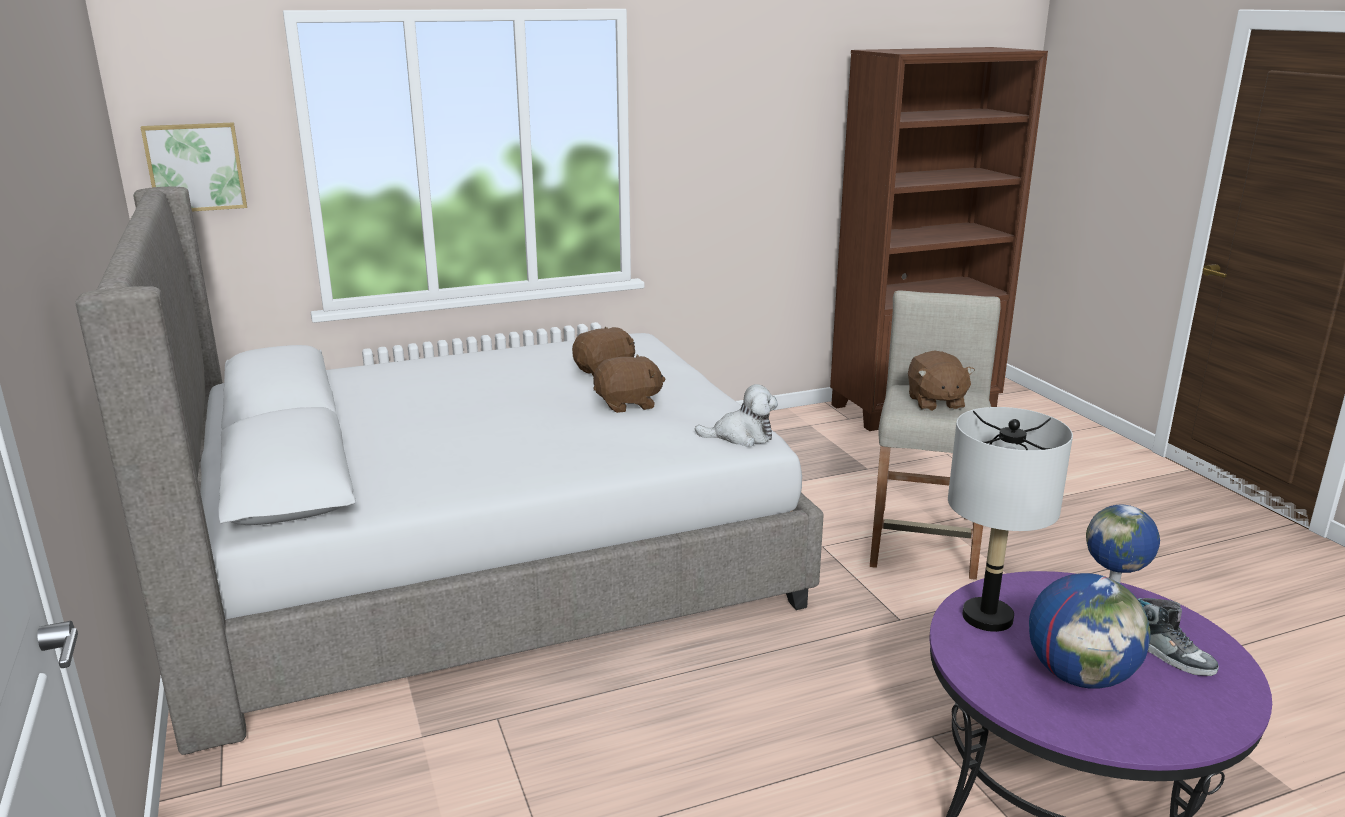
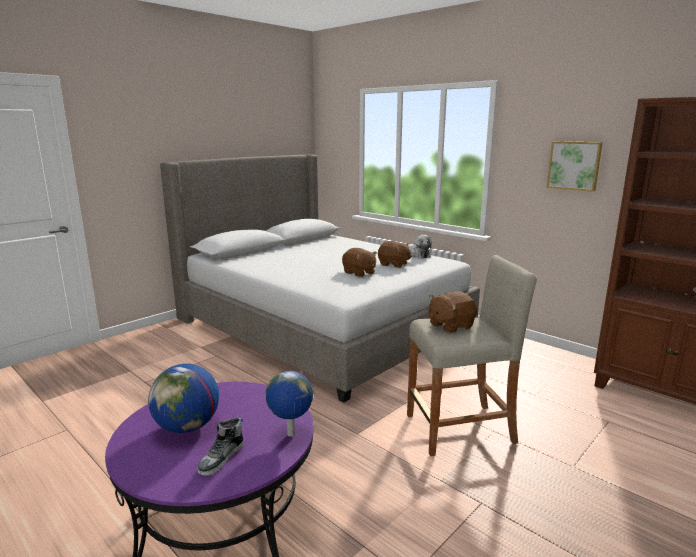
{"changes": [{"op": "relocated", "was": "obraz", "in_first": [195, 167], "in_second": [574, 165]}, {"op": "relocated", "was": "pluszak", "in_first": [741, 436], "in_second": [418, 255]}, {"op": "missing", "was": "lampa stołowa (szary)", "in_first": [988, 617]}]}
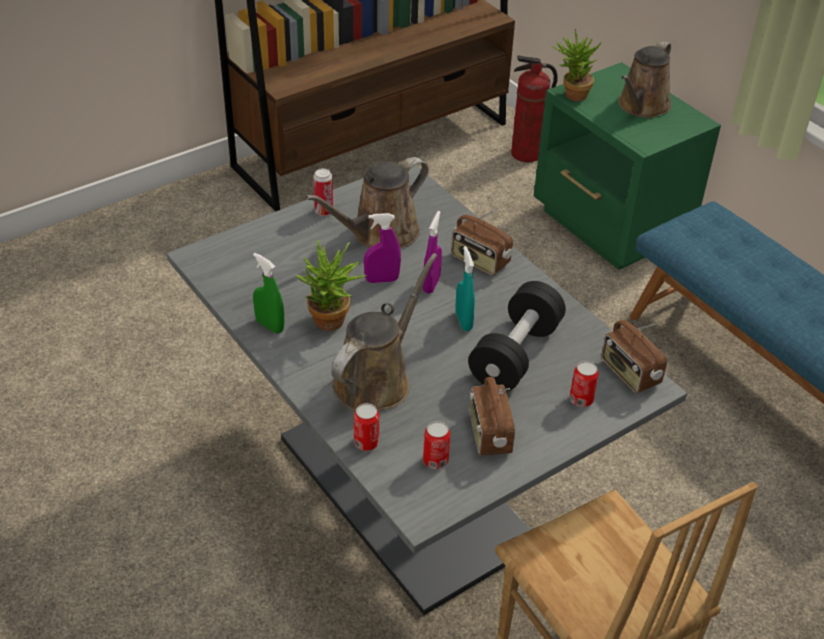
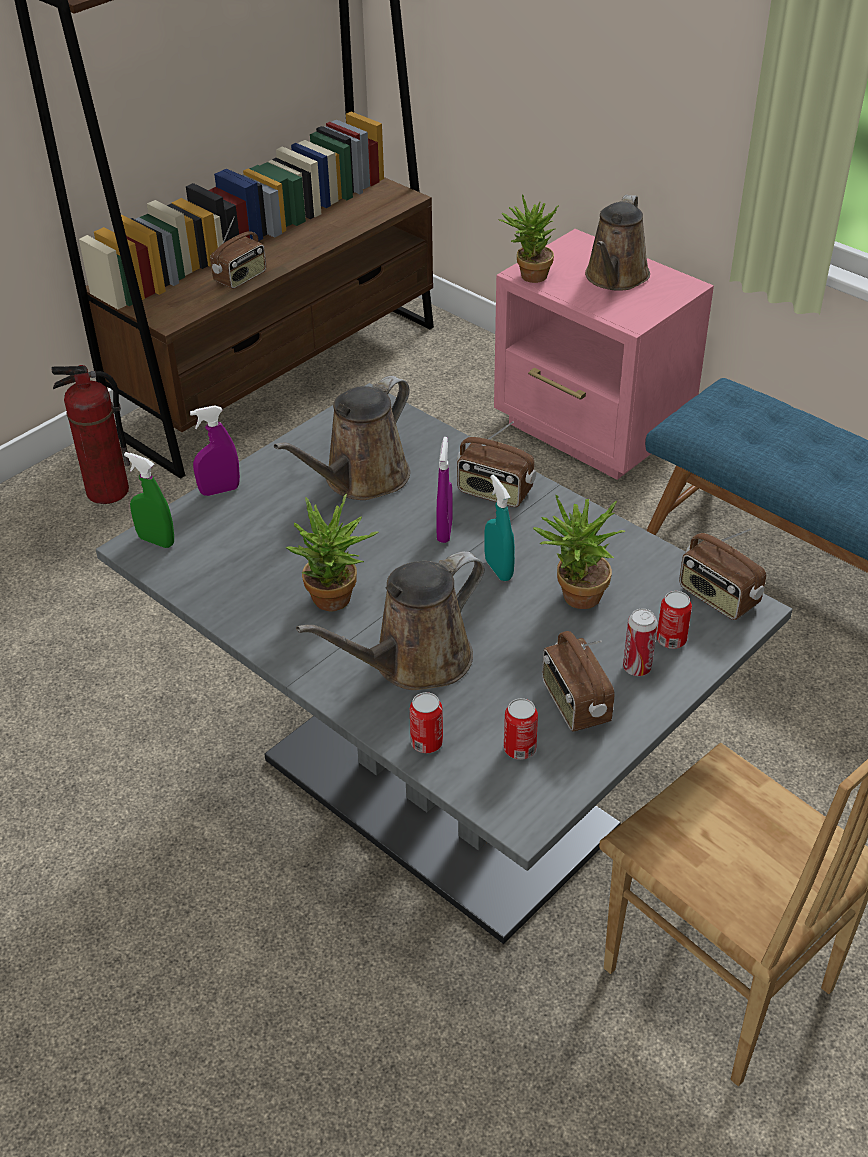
{"changes": [{"op": "relocated", "was": "spryskiwacz (zielony)", "in_first": [270, 325], "in_second": [156, 541]}, {"op": "relocated", "was": "puszka", "in_first": [323, 211], "in_second": [637, 668]}, {"op": "spun", "was": "konewka (brązowy)", "in_first": [376, 380], "in_second": [414, 662], "clockwise": -150}, {"op": "relocated", "was": "spryskiwacz (fioletowy)", "in_first": [382, 280], "in_second": [220, 490]}, {"op": "exchanged", "was": "hantel (czarny)", "now": "roślina doniczkowa", "in_first": [515, 354], "in_second": [574, 599]}, {"op": "relocated", "was": "gaśnica", "in_first": [526, 154], "in_second": [107, 492]}, {"op": "colour", "was": "szafka nocna (zielony)", "now": "szafka nocna (różowy)", "in_first": [610, 227], "in_second": [593, 430]}, {"op": "appeared", "now": "radio", "in_second": [241, 278]}]}
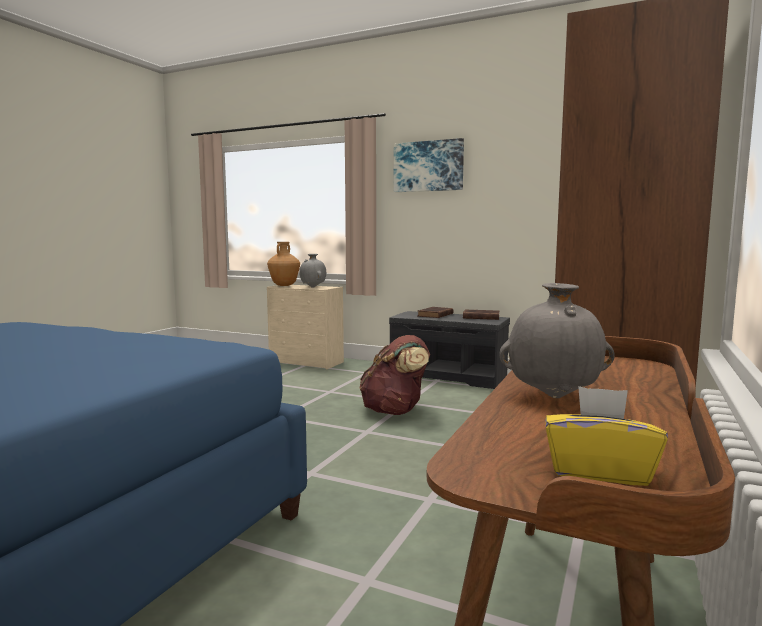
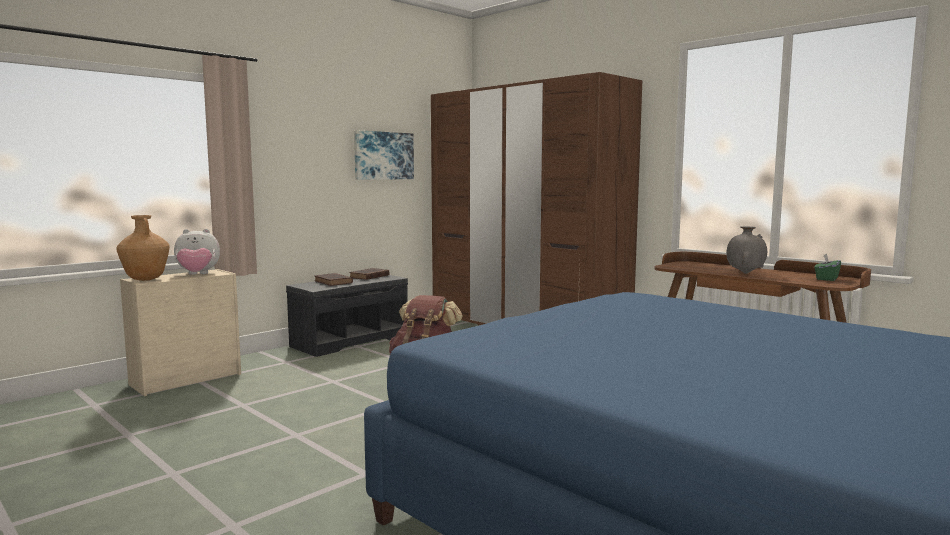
{"changes": [{"op": "exchanged", "was": "wazon (szary)", "now": "pluszak", "in_first": [313, 287], "in_second": [197, 274]}, {"op": "relocated", "was": "obraz", "in_first": [428, 166], "in_second": [383, 155]}, {"op": "colour", "was": "pudełko chusteczek (żółty)", "now": "pudełko chusteczek (zielony)", "in_first": [598, 471], "in_second": [826, 278]}]}
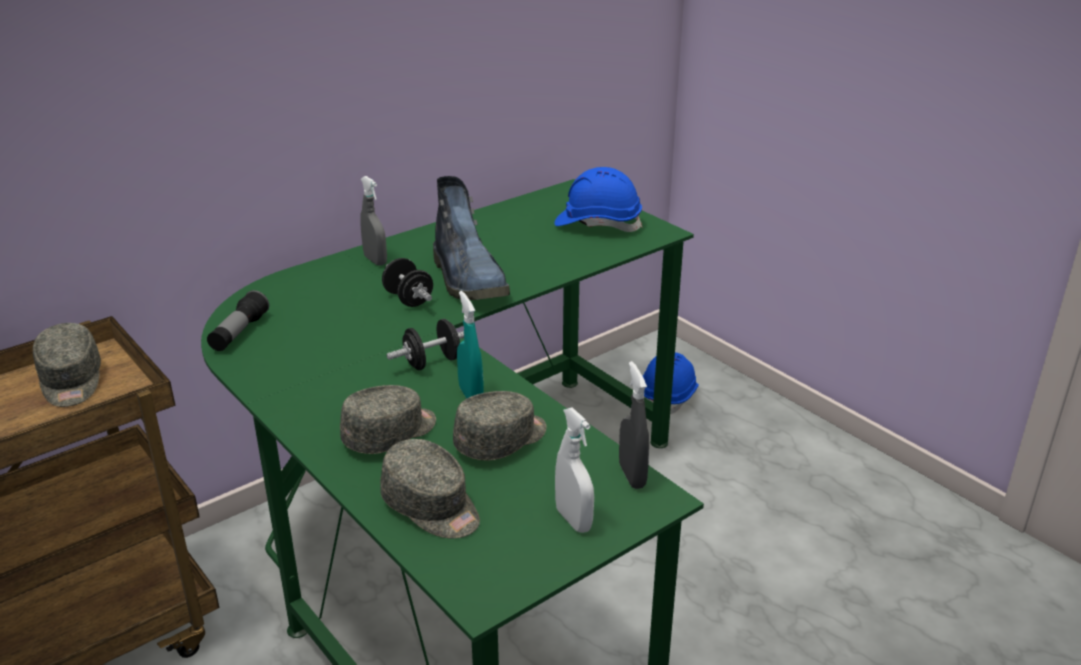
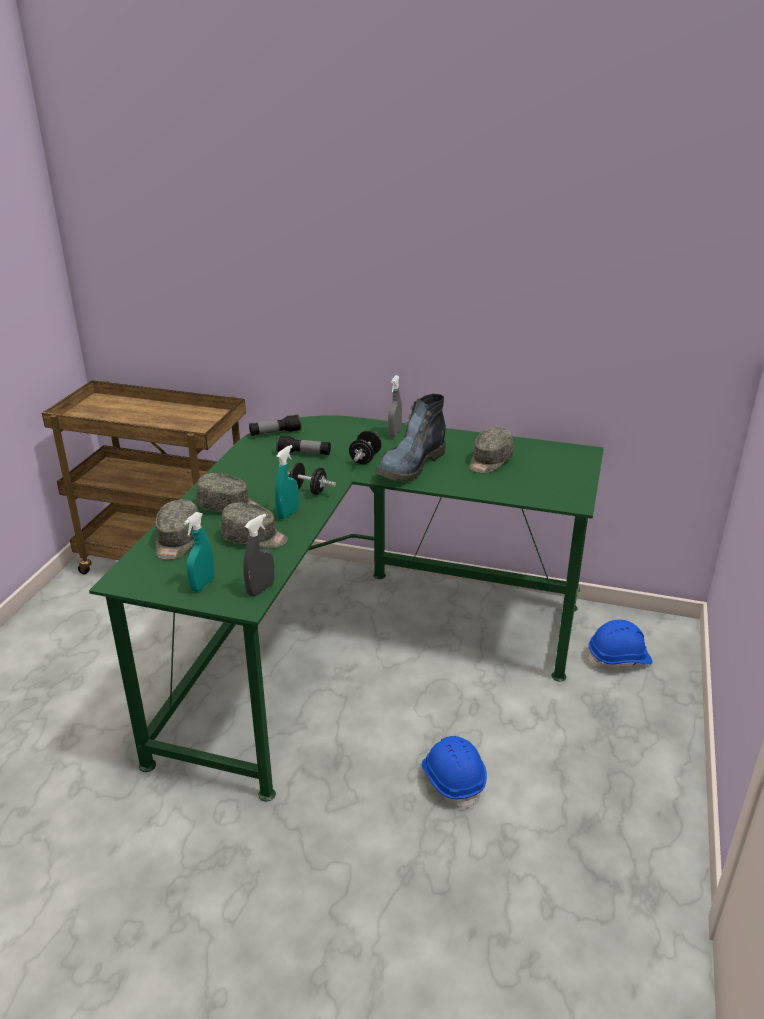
{"changes": [{"op": "relocated", "was": "czapka z daszkiem (szary)", "in_first": [71, 381], "in_second": [489, 461]}, {"op": "relocated", "was": "kask (niebieski)", "in_first": [597, 224], "in_second": [453, 780]}, {"op": "colour", "was": "spryskiwacz (biały)", "now": "spryskiwacz (turkusowy)", "in_first": [573, 520], "in_second": [202, 585]}, {"op": "appeared", "now": "latarka", "in_second": [304, 454]}]}
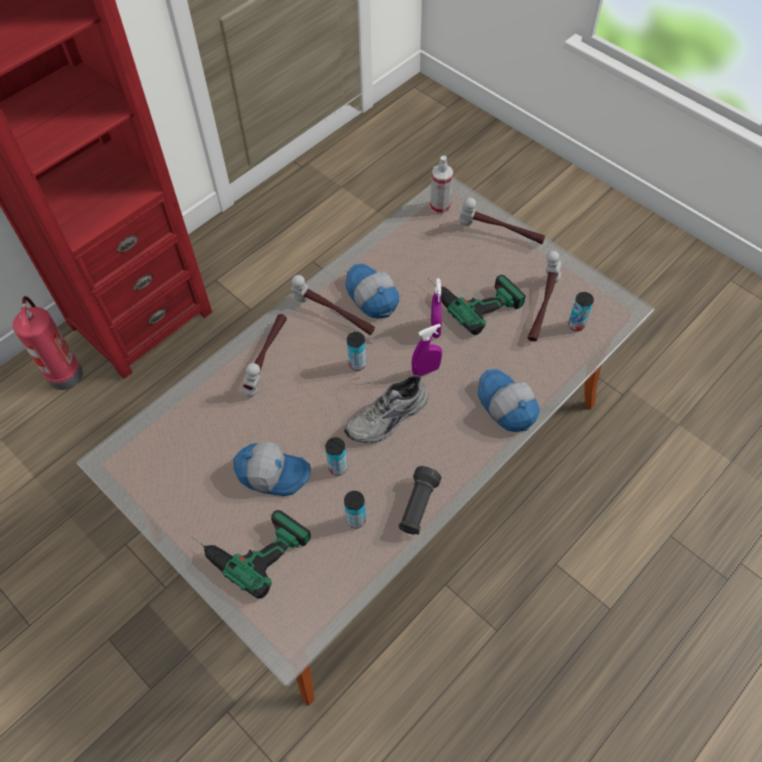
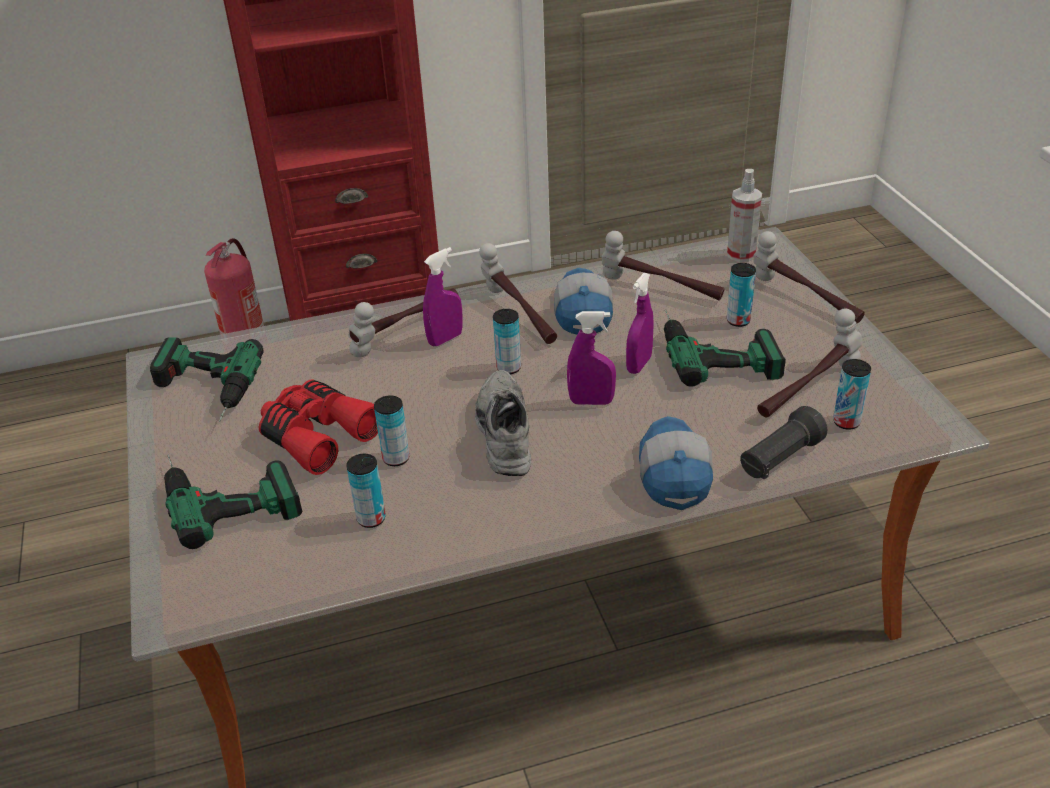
{"changes": [{"op": "exchanged", "was": "czapka z daszkiem", "now": "lornetka (czerwony)", "in_first": [273, 472], "in_second": [317, 435]}, {"op": "spun", "was": "but (szary)", "in_first": [388, 418], "in_second": [502, 432], "clockwise": 90}, {"op": "relocated", "was": "latarka (czarny)", "in_first": [418, 506], "in_second": [779, 459]}, {"op": "appeared", "now": "wiertarka", "in_second": [202, 391]}, {"op": "appeared", "now": "spryskiwacz (fioletowy)", "in_second": [445, 339]}, {"op": "appeared", "now": "młotek", "in_second": [660, 289]}, {"op": "appeared", "now": "puszka", "in_second": [738, 321]}]}
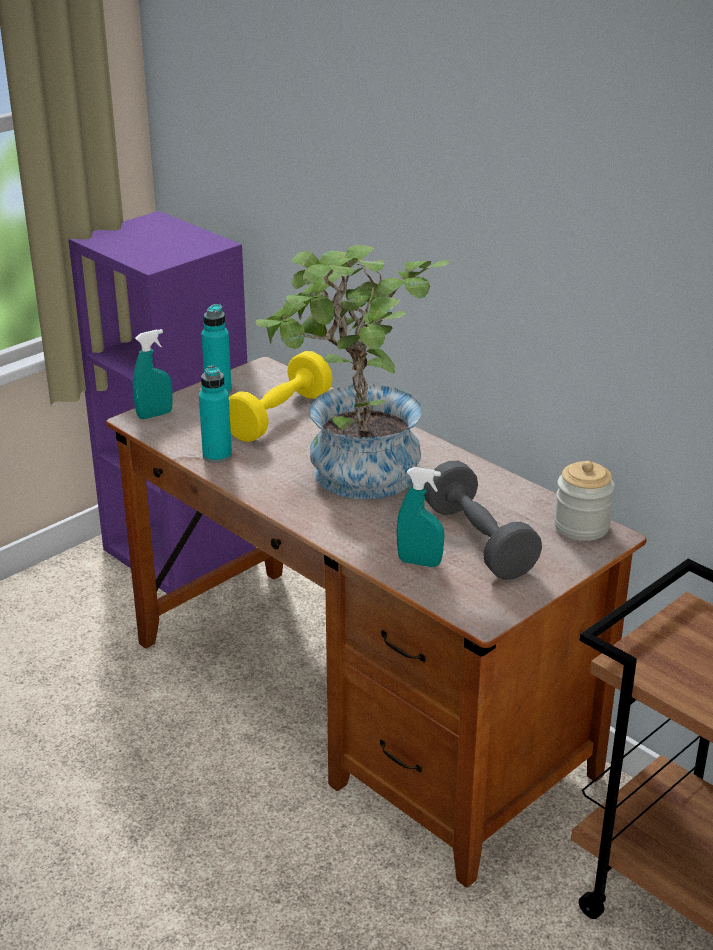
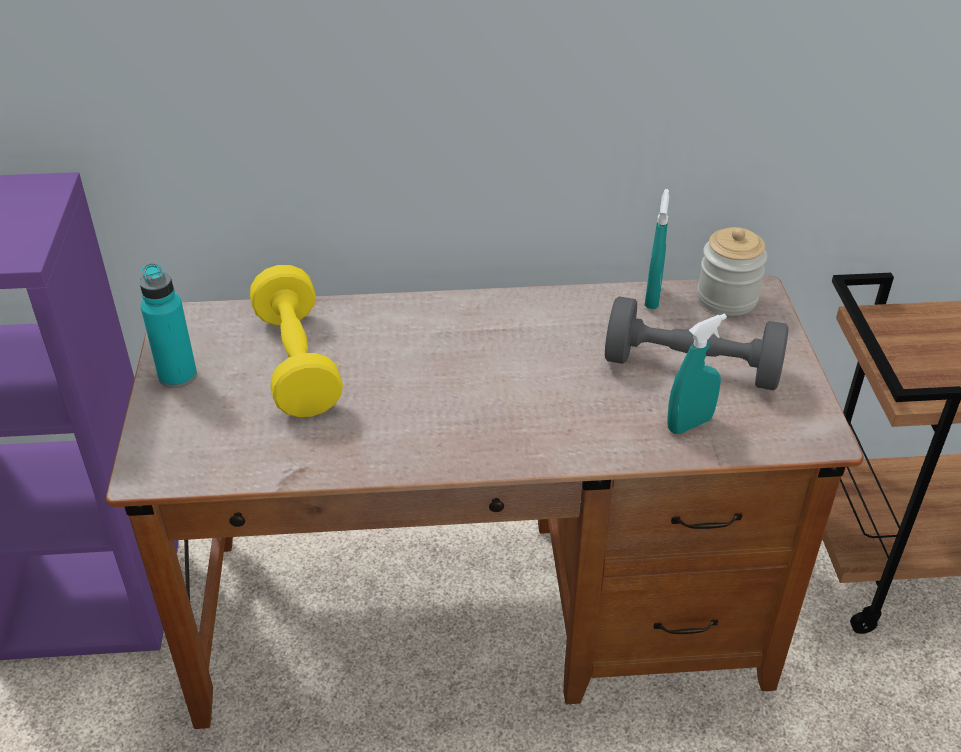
{"changes": [{"op": "relocated", "was": "spryskiwacz (turkusowy)", "in_first": [154, 415], "in_second": [652, 297]}, {"op": "missing", "was": "butelka (turkusowy)", "in_first": [217, 456]}, {"op": "missing", "was": "roślina doniczkowa", "in_first": [353, 478]}]}
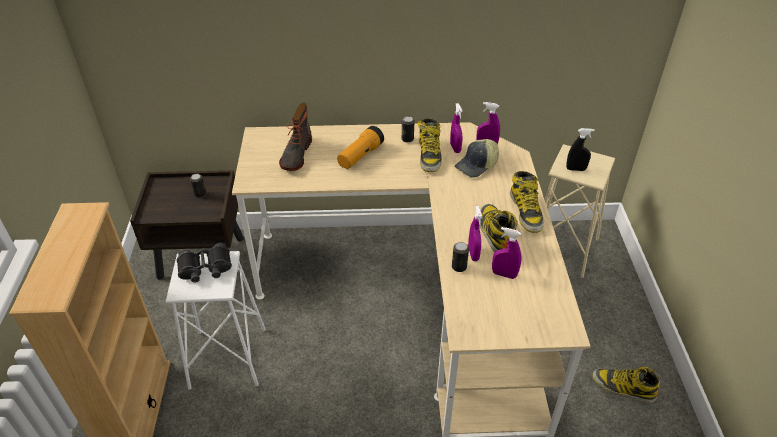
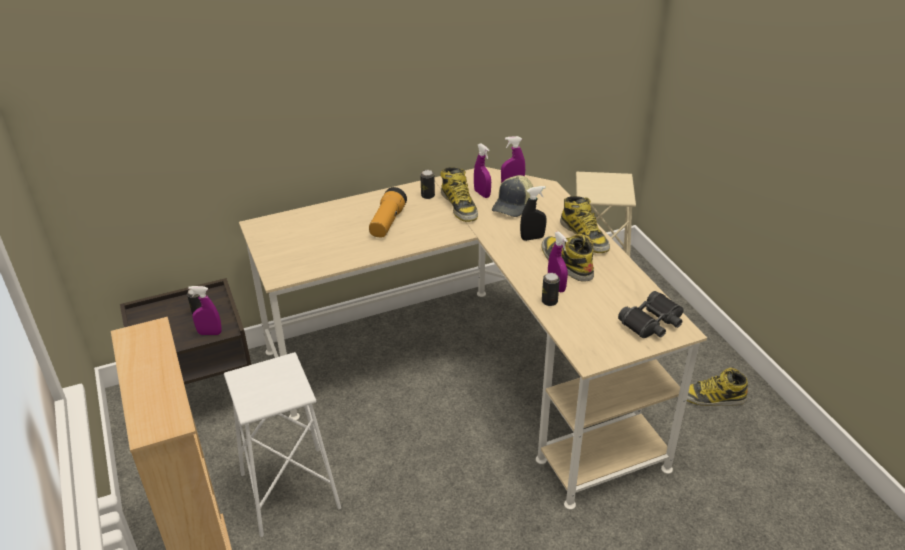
{"changes": [{"op": "relocated", "was": "lornetka (czarny)", "in_first": [205, 268], "in_second": [652, 323]}, {"op": "missing", "was": "but z cholewką", "in_first": [295, 154]}, {"op": "relocated", "was": "spryskiwacz (fioletowy)", "in_first": [504, 274], "in_second": [210, 333]}, {"op": "relocated", "was": "spryskiwacz (czarny)", "in_first": [576, 169], "in_second": [532, 238]}]}
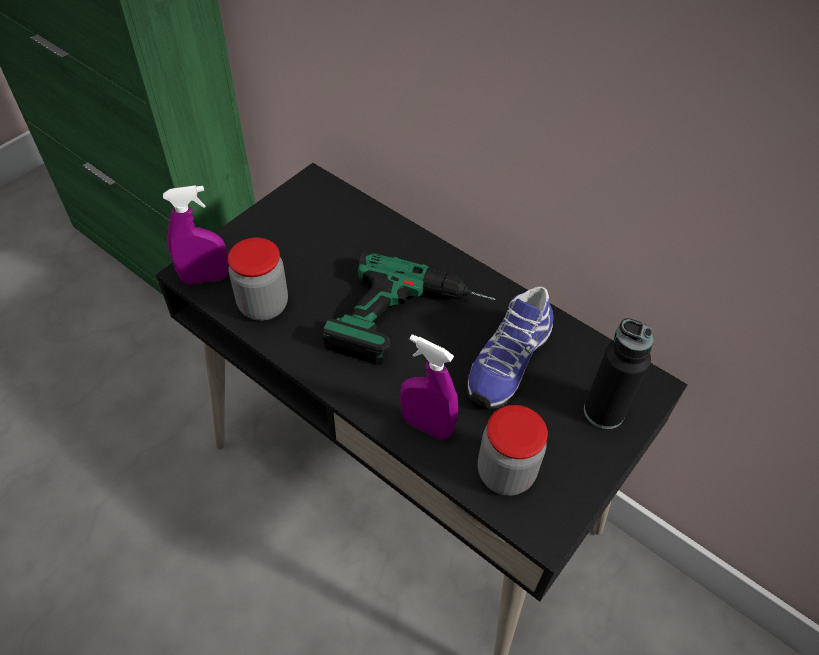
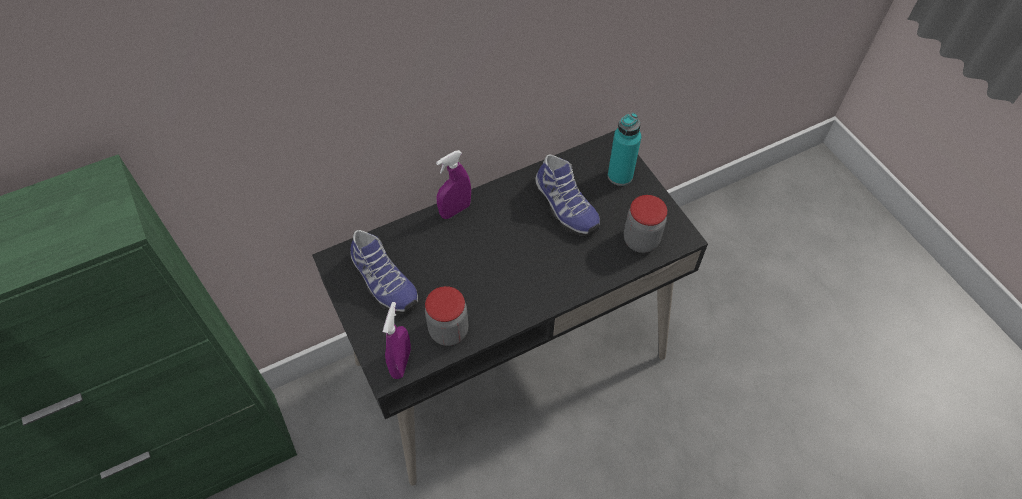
{"changes": [{"op": "missing", "was": "wiertarka", "in_first": [412, 322]}, {"op": "relocated", "was": "spryskiwacz (fioletowy)", "in_first": [426, 426], "in_second": [455, 210]}, {"op": "colour", "was": "butelka (czarny)", "now": "butelka (turkusowy)", "in_first": [603, 412], "in_second": [620, 175]}, {"op": "appeared", "now": "but", "in_second": [382, 282]}]}
